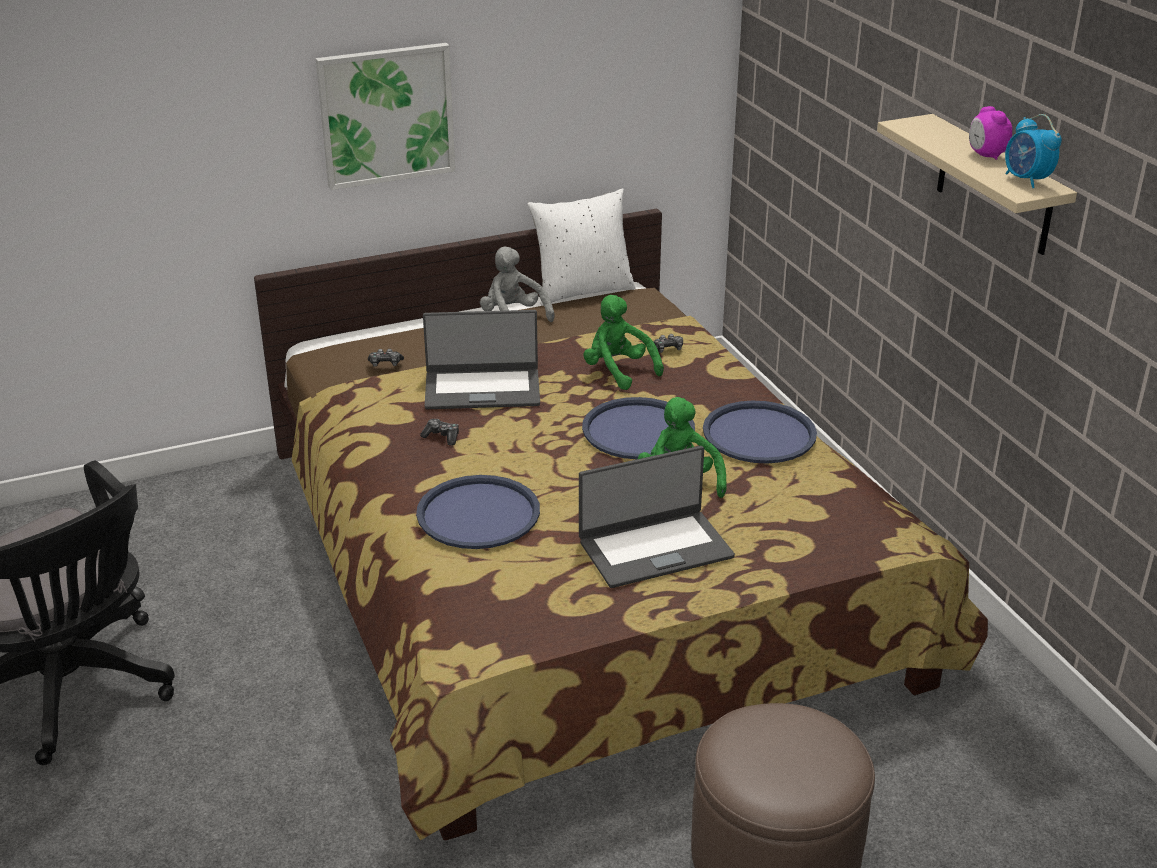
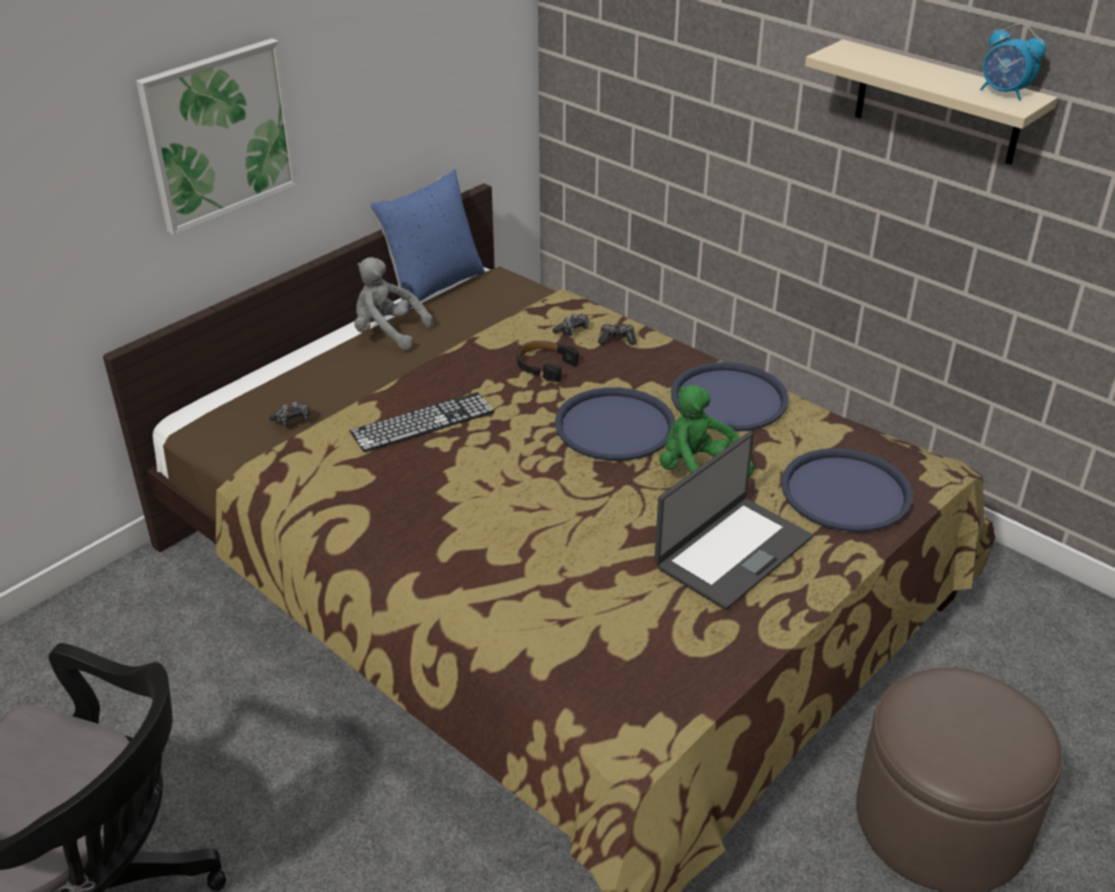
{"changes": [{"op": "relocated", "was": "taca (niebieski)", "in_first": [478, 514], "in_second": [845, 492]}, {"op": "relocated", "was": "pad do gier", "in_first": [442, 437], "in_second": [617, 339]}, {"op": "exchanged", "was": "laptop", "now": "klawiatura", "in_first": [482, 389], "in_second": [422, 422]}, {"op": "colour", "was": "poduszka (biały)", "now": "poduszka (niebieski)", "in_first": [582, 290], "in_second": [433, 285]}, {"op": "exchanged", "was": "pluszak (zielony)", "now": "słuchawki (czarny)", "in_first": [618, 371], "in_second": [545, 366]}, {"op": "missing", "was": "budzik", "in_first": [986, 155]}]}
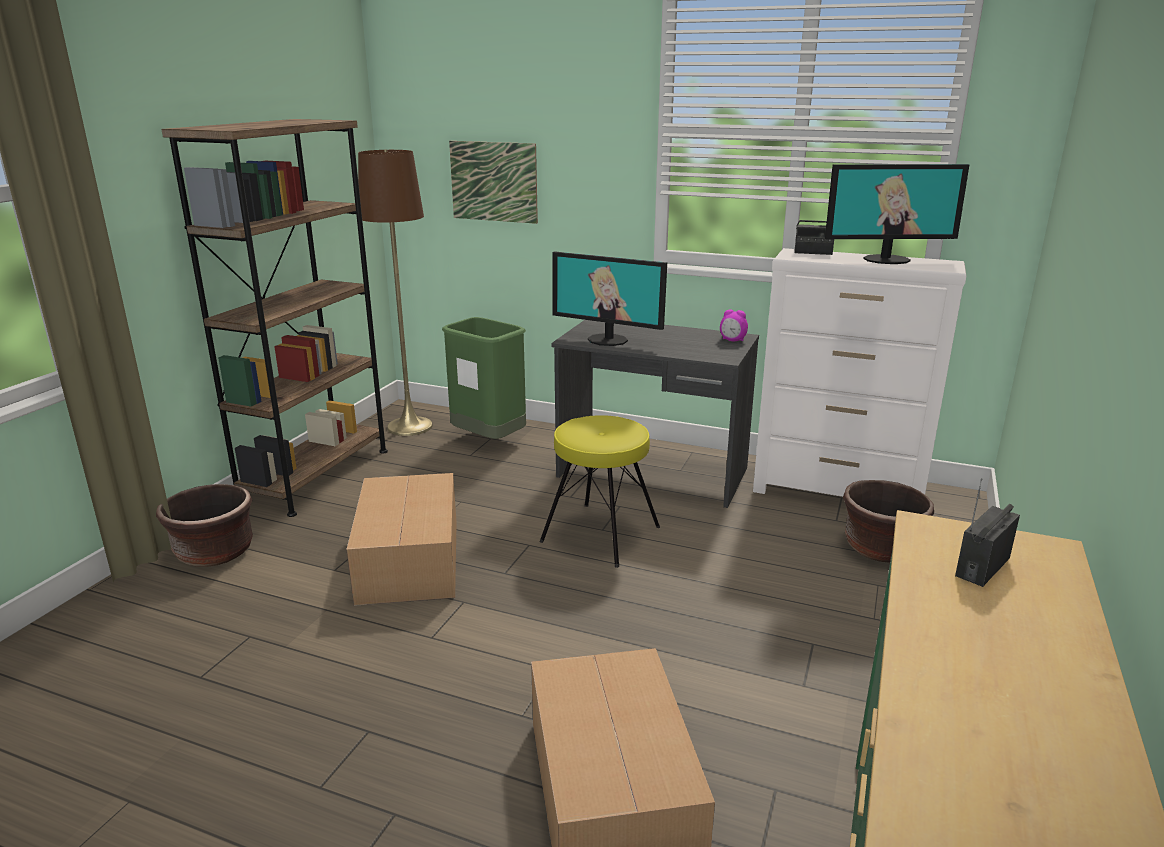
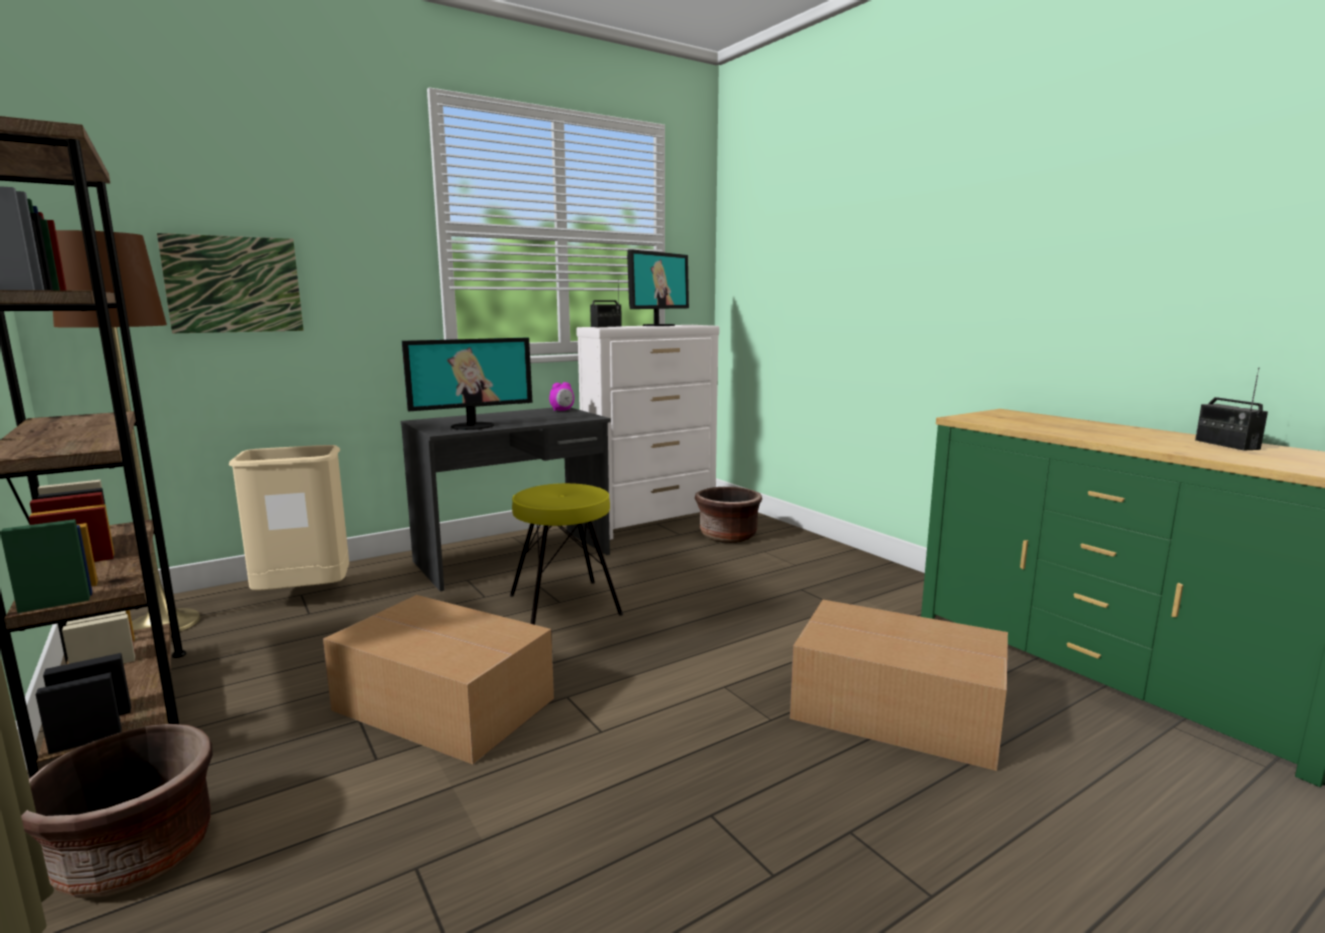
{"changes": [{"op": "colour", "was": "kosz na śmieci (zielony)", "now": "kosz na śmieci (beżowy)", "in_first": [489, 441], "in_second": [304, 596]}, {"op": "relocated", "was": "radio", "in_first": [982, 567], "in_second": [1226, 444]}]}
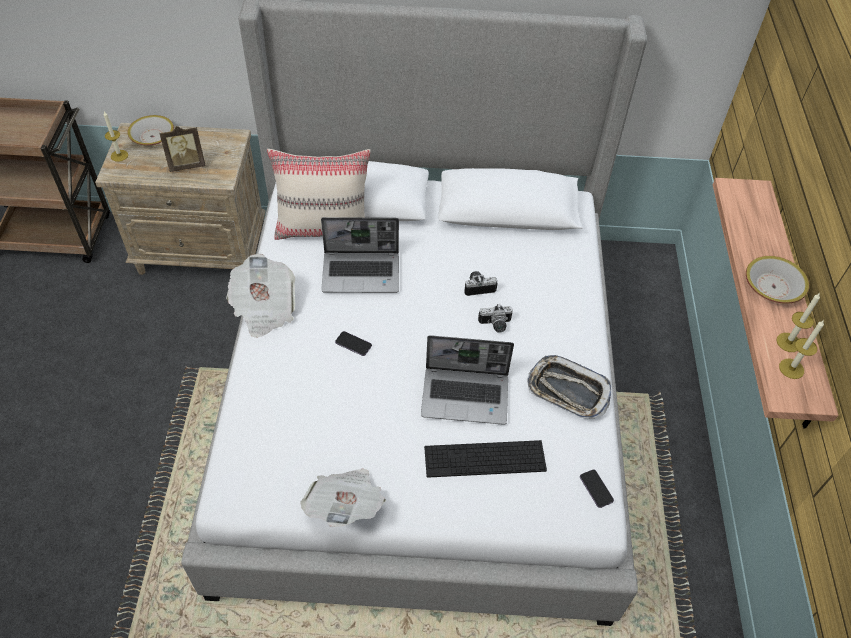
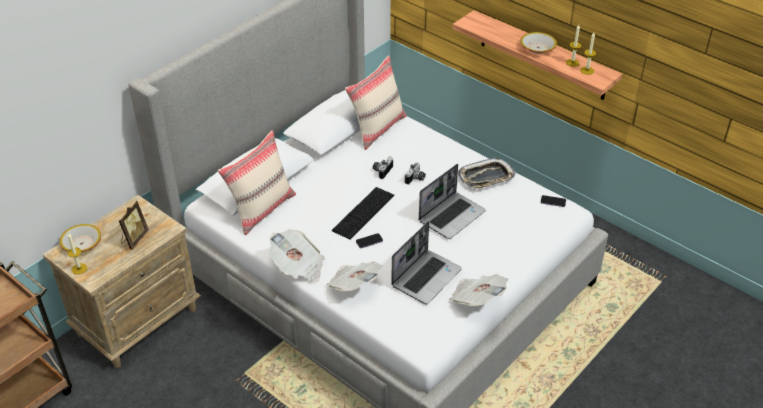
{"changes": [{"op": "relocated", "was": "laptop", "in_first": [362, 273], "in_second": [426, 277]}, {"op": "relocated", "was": "klawiatura", "in_first": [484, 459], "in_second": [363, 213]}, {"op": "appeared", "now": "gazeta", "in_second": [354, 285]}, {"op": "appeared", "now": "poduszka (beżowy)", "in_second": [377, 128]}]}
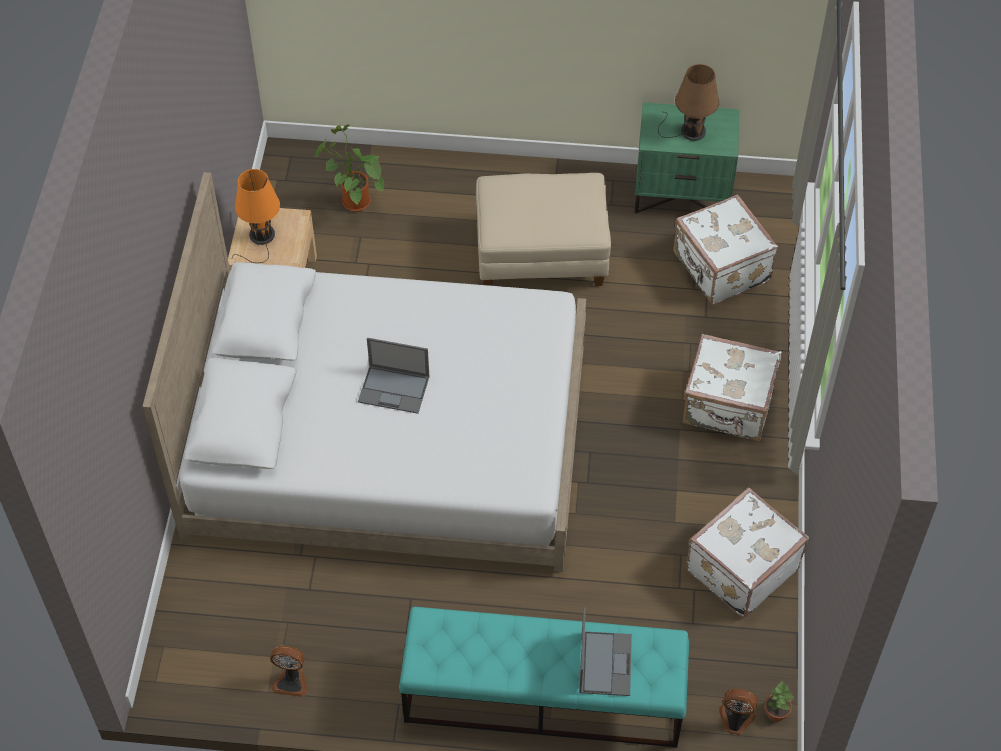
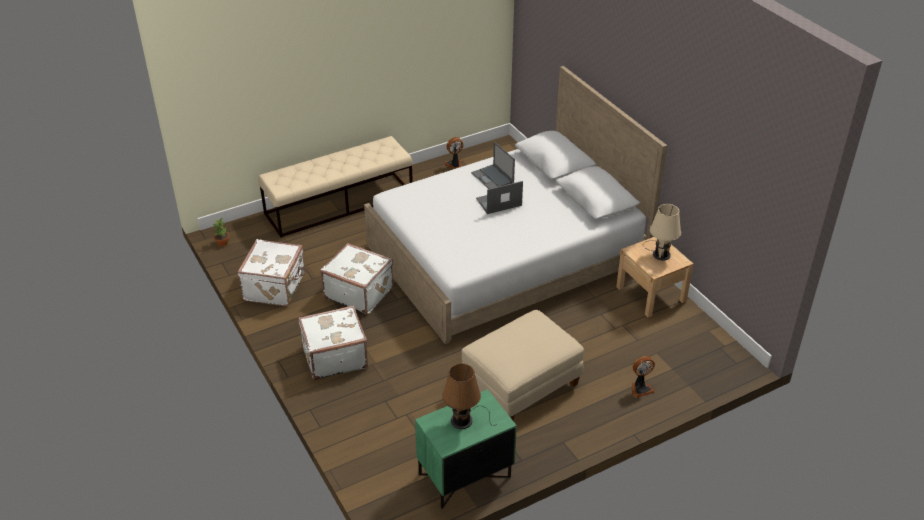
{"changes": [{"op": "colour", "was": "lampa stołowa (pomarańczowy)", "now": "lampa stołowa (beżowy)", "in_first": [261, 237], "in_second": [660, 253]}, {"op": "missing", "was": "roślina doniczkowa", "in_first": [353, 201]}, {"op": "colour", "was": "ławka (turkusowy)", "now": "ławka (beżowy)", "in_first": [542, 696], "in_second": [339, 204]}, {"op": "relocated", "was": "laptop", "in_first": [605, 663], "in_second": [493, 178]}, {"op": "relocated", "was": "walizka (biały)", "in_first": [720, 269], "in_second": [359, 292]}, {"op": "relocated", "was": "wentylator", "in_first": [735, 720], "in_second": [640, 388]}]}
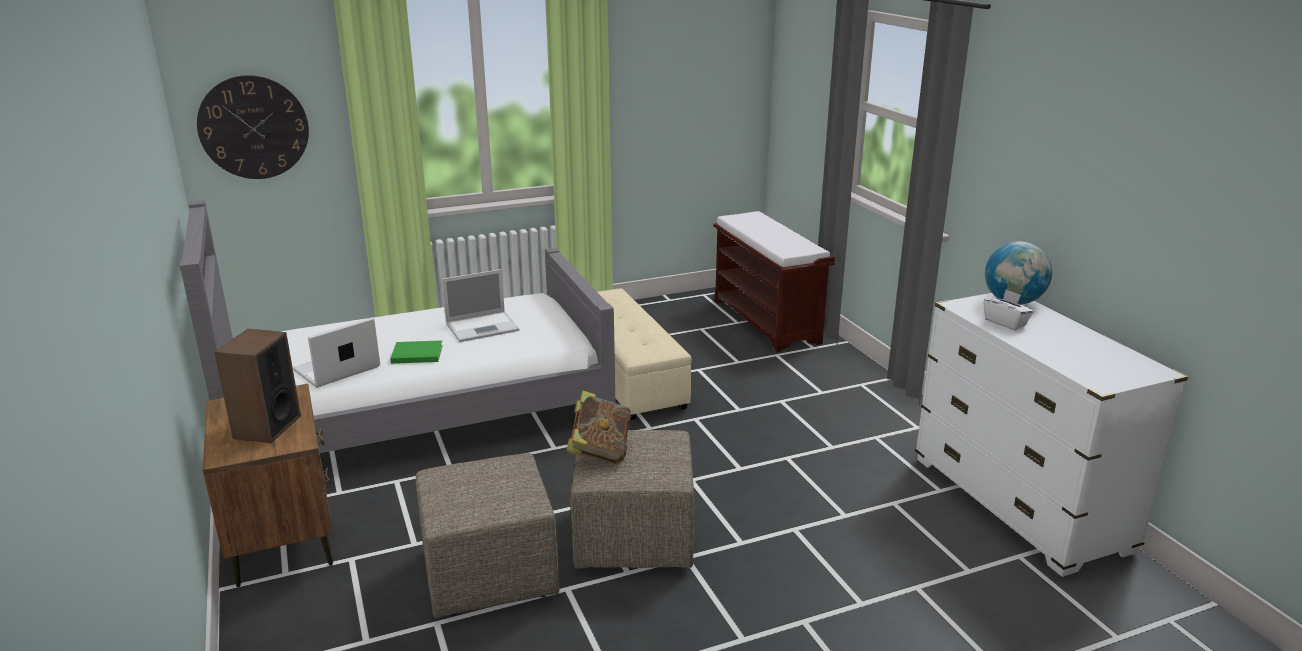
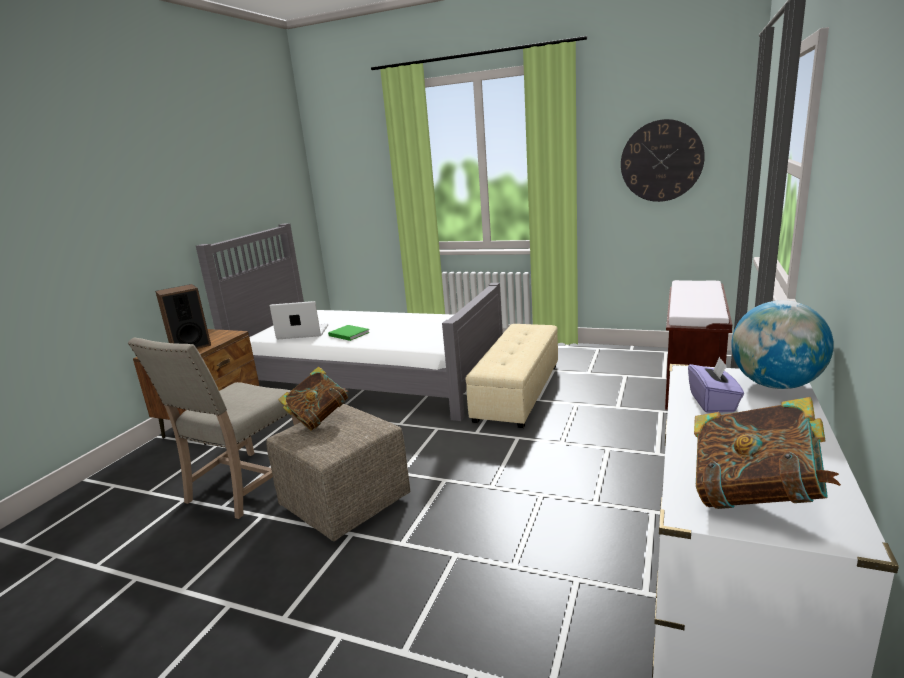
{"changes": [{"op": "relocated", "was": "zegar ścienny", "in_first": [254, 127], "in_second": [661, 161]}, {"op": "exchanged", "was": "pufa (beżowy)", "now": "krzesło (beżowy)", "in_first": [488, 575], "in_second": [245, 485]}, {"op": "missing", "was": "laptop", "in_first": [483, 327]}, {"op": "colour", "was": "pudełko chusteczek (biały)", "now": "pudełko chusteczek (fioletowy)", "in_first": [1005, 323], "in_second": [713, 402]}, {"op": "appeared", "now": "książka", "in_second": [754, 497]}]}
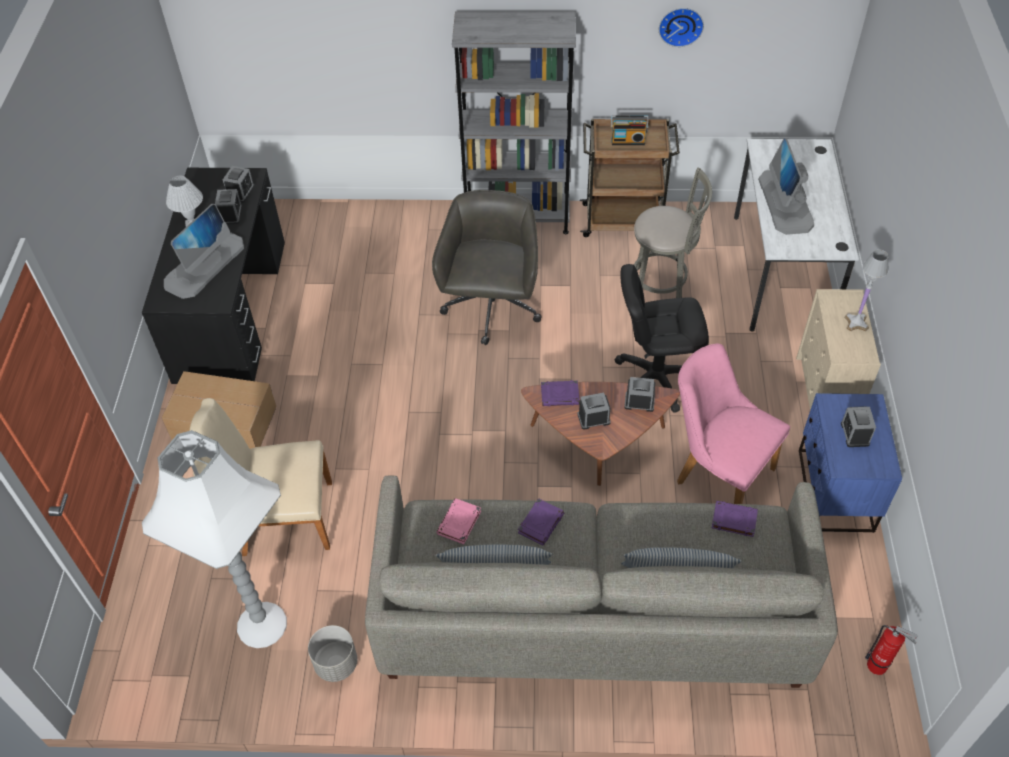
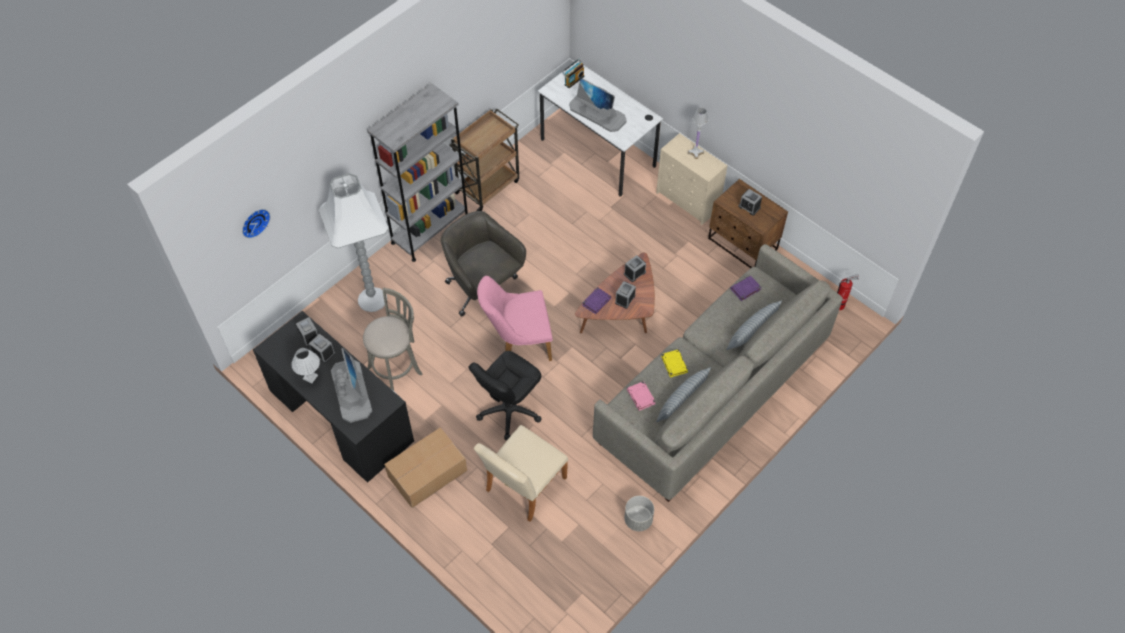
{"changes": [{"op": "relocated", "was": "lampa stojąca (biały)", "in_first": [261, 623], "in_second": [371, 299]}, {"op": "colour", "was": "książka (fioletowy)", "now": "książka (żółty)", "in_first": [541, 523], "in_second": [673, 364]}, {"op": "relocated", "was": "radio", "in_first": [628, 141], "in_second": [573, 80]}, {"op": "relocated", "was": "krzesło biurowe (czarny)", "in_first": [655, 378], "in_second": [509, 411]}, {"op": "relocated", "was": "stołek (szary)", "in_first": [661, 290], "in_second": [397, 369]}, {"op": "relocated", "was": "zegar ścienny", "in_first": [680, 25], "in_second": [254, 222]}, {"op": "relocated", "was": "krzesło (różowy)", "in_first": [717, 472], "in_second": [518, 343]}, {"op": "colour", "was": "szafka nocna (niebieski)", "now": "szafka nocna (brązowy)", "in_first": [834, 491], "in_second": [742, 244]}]}
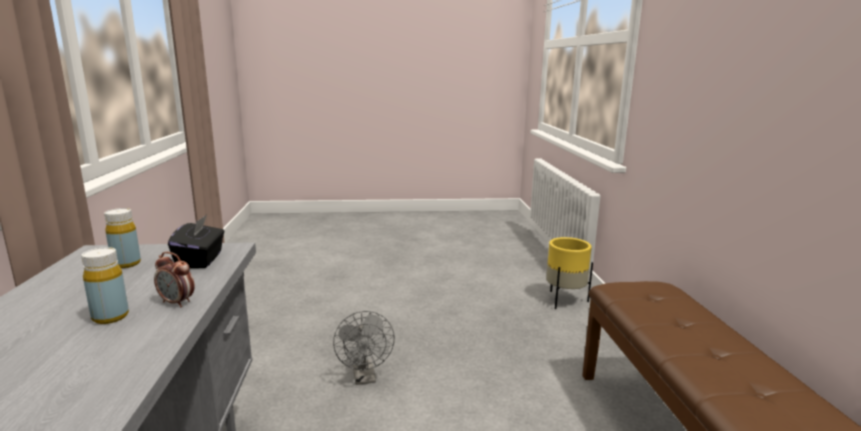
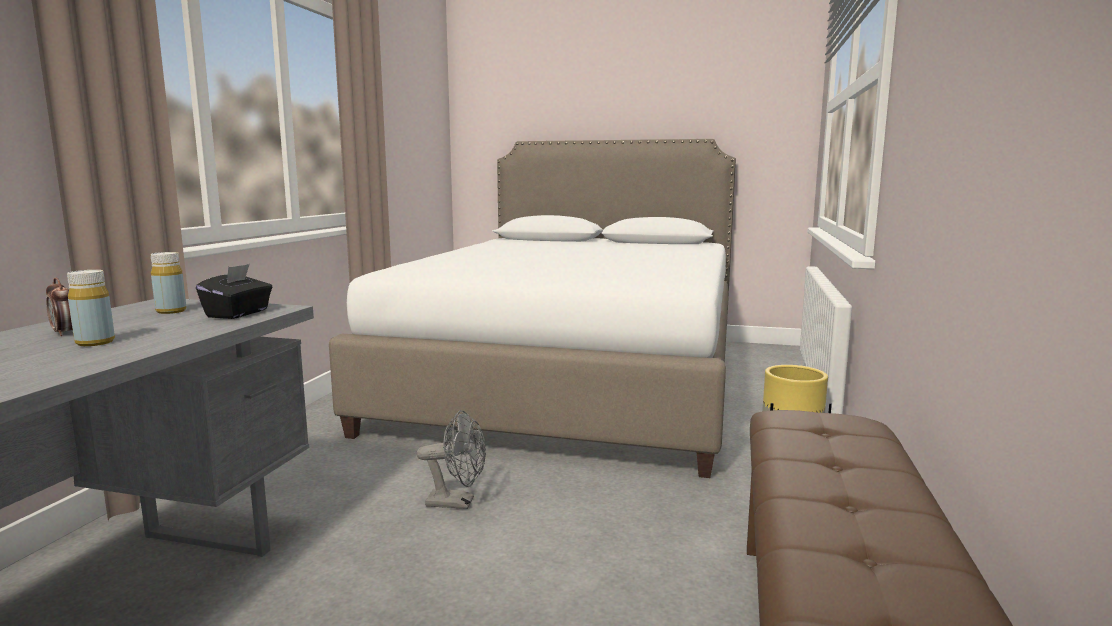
{"changes": [{"op": "relocated", "was": "budzik", "in_first": [177, 303], "in_second": [65, 333]}, {"op": "spun", "was": "wentylator (szary)", "in_first": [365, 378], "in_second": [457, 502], "clockwise": -90}, {"op": "appeared", "now": "łóżko (biały)", "in_second": [574, 379]}]}
